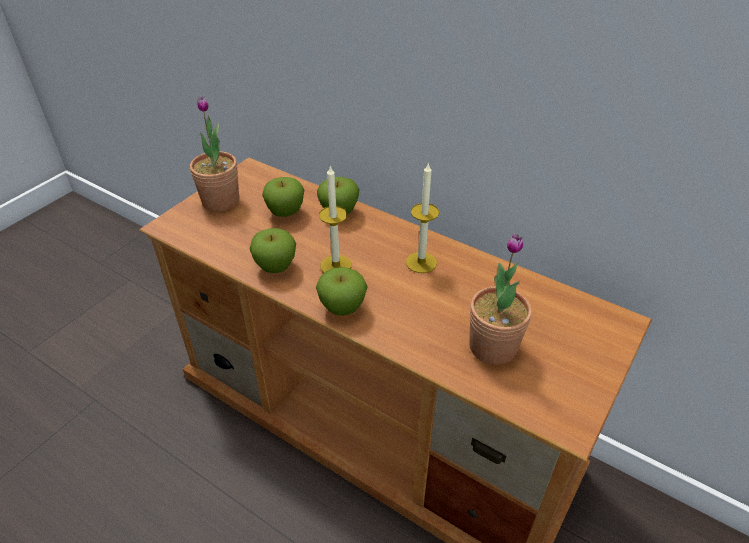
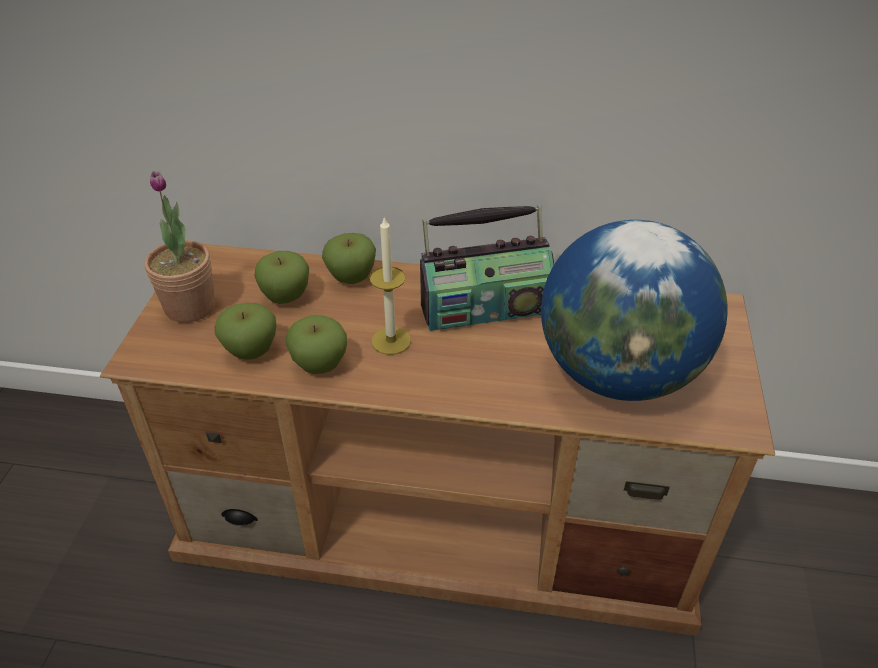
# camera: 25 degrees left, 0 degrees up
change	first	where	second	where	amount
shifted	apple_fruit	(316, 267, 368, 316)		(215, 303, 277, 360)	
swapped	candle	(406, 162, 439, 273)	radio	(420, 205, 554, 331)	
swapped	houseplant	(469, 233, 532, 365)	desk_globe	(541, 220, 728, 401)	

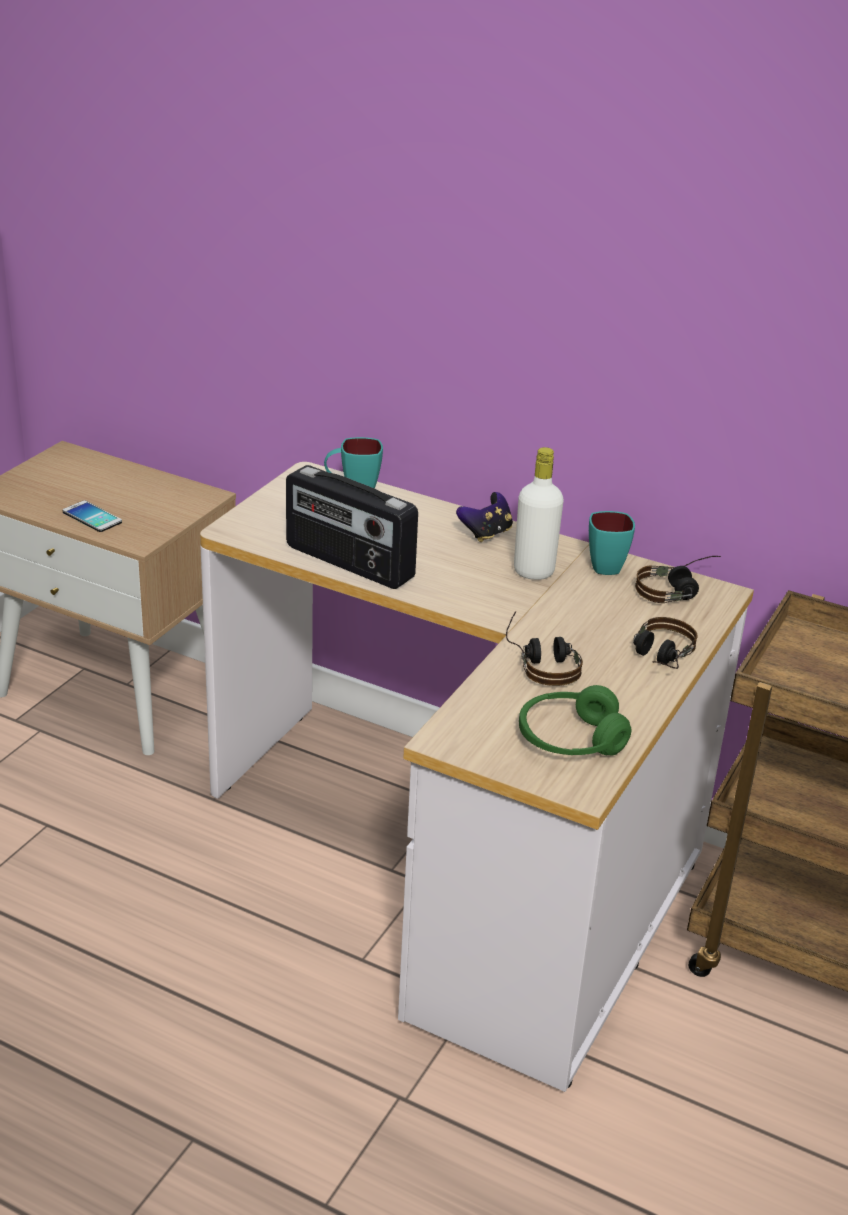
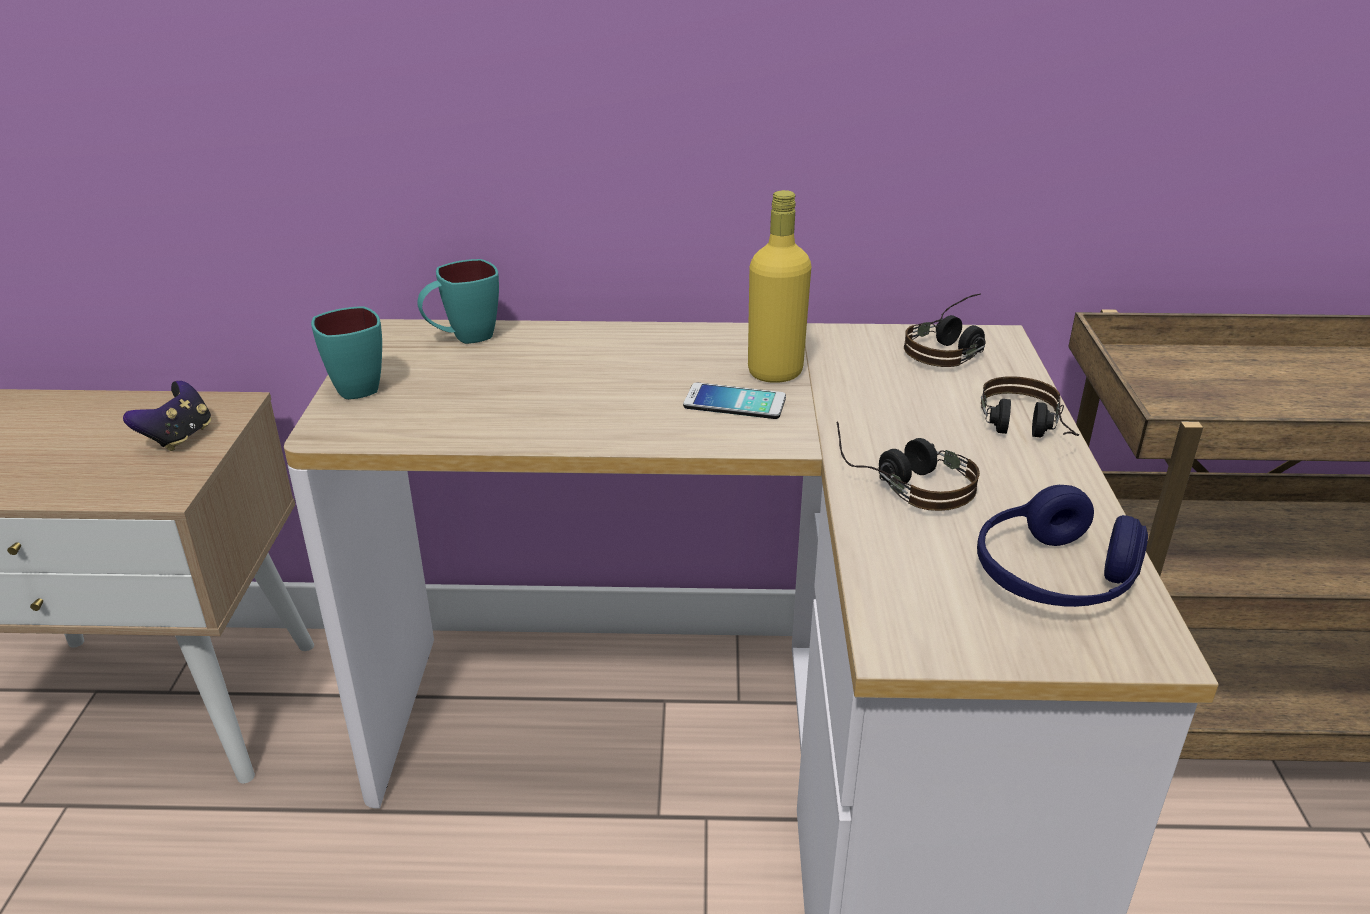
# camera: 25 degrees left, 0 degrees up
change	first	where	second	where	amount
shifted	phone	(63, 501, 122, 532)		(683, 383, 786, 419)	
gone	radio	(286, 465, 418, 589)			
shifted	joypad	(456, 492, 513, 542)		(123, 381, 211, 451)	
repainted	white_drink_bottle	(514, 447, 564, 580)	yellow_drink_bottle	(748, 190, 812, 383)	
repainted	greenish_pair_of_headphones	(519, 685, 631, 756)	blue-coloured_pair_of_headphones	(977, 485, 1148, 607)	
shifted	turquoise_coffee_mug	(589, 511, 635, 575)		(311, 306, 382, 400)	

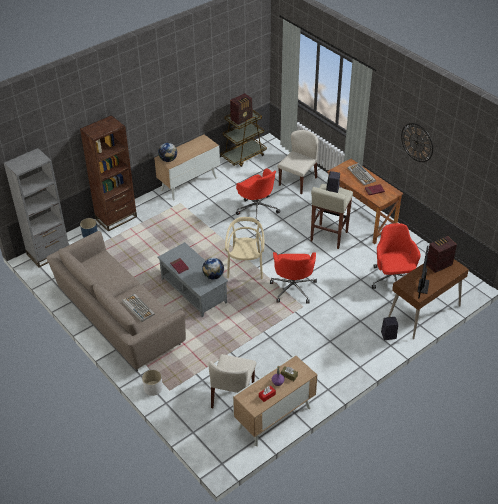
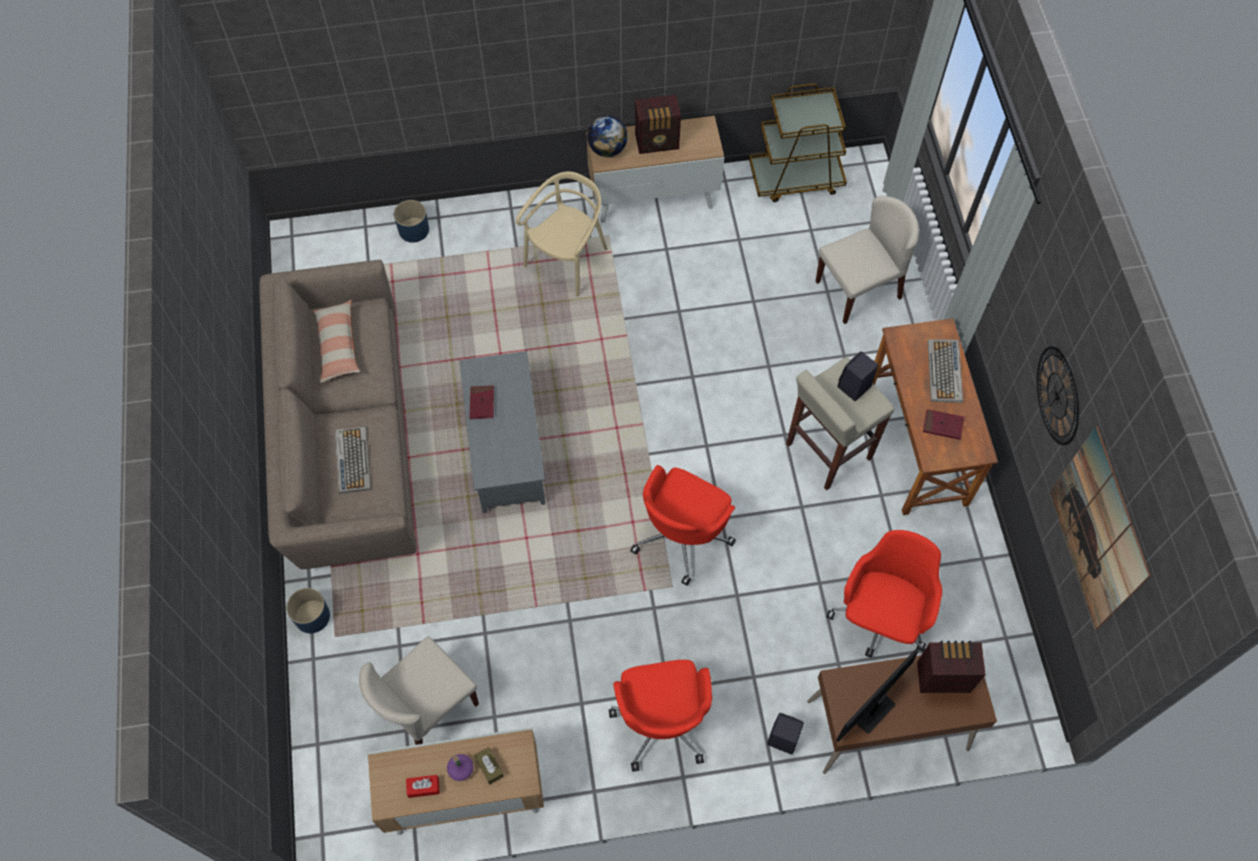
# camera: 30 degrees right, 20 degrees up
change	first	where	second	where	amount
gone	grey_shelving_unit	(4, 148, 69, 268)			
gone	brown_shelving_unit	(80, 115, 137, 232)			
repainted	white_flower_pot	(142, 370, 163, 396)	blue-coloured_flower_pot	(286, 588, 330, 633)	
gone	desk_globe	(202, 258, 224, 279)			
shifted	beige-coloured_plain_chair	(225, 217, 264, 279)		(516, 171, 608, 297)	
shifted	radio	(230, 93, 252, 125)		(635, 95, 681, 154)	
shifted	red_computer_chair	(236, 168, 280, 221)		(609, 660, 712, 772)	
new			throw_pillow	(313, 300, 360, 383)	
new			picture	(1050, 426, 1151, 630)	

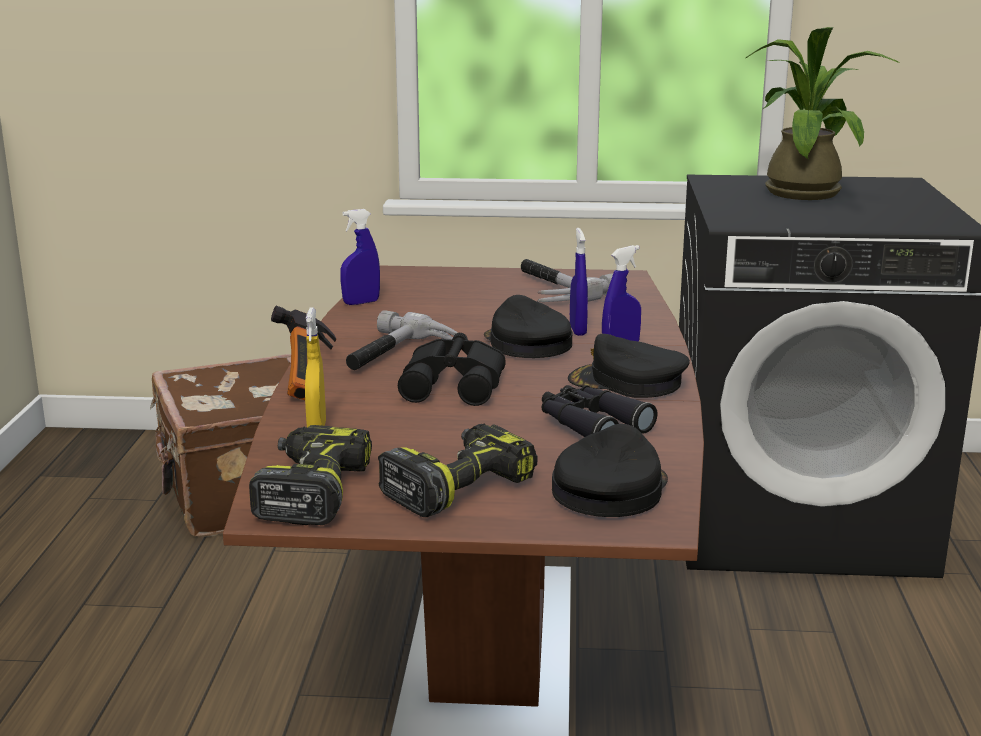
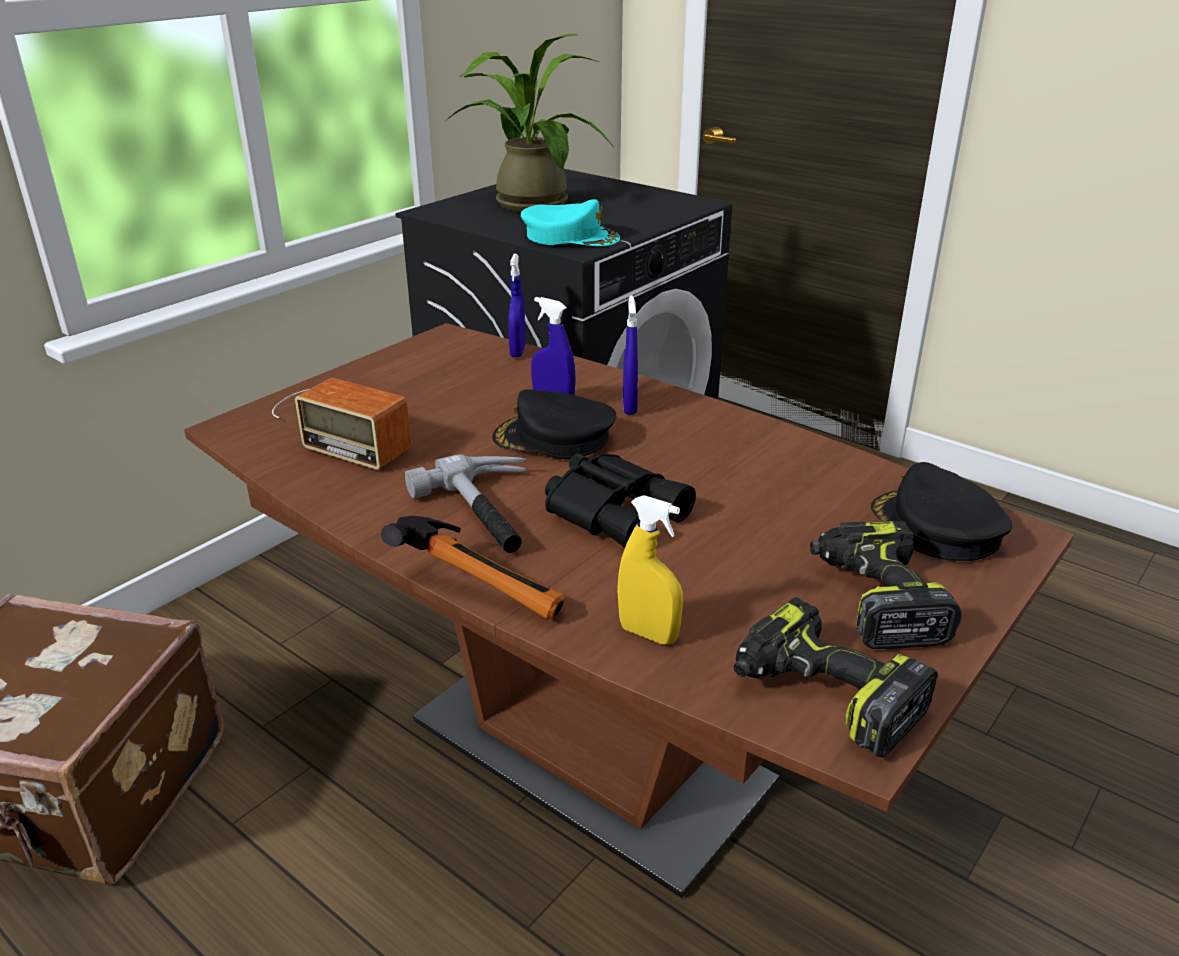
# camera: 55 degrees left, 10 degrees up
change	first	where	second	where	amount
shifted	blue-coloured_spray_bottle	(340, 209, 380, 305)		(508, 254, 526, 357)	
gone	hammer	(521, 259, 613, 302)			
gone	blackish_field_glasses	(542, 385, 657, 437)			
gone	blackish_baseball_cap	(568, 334, 690, 398)			
new			radio	(272, 378, 411, 470)	
new			turquoise_baseball_cap	(521, 199, 620, 246)	

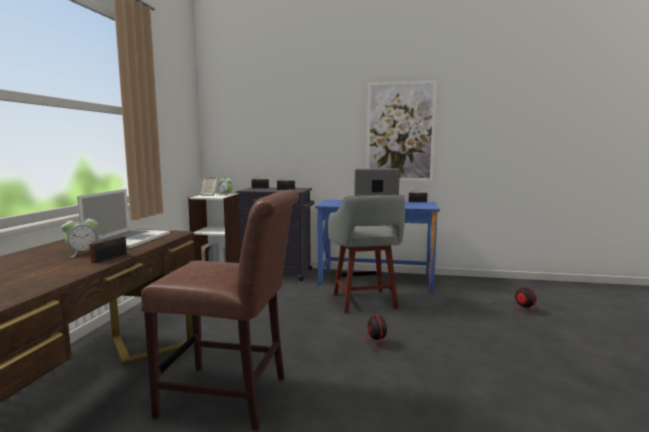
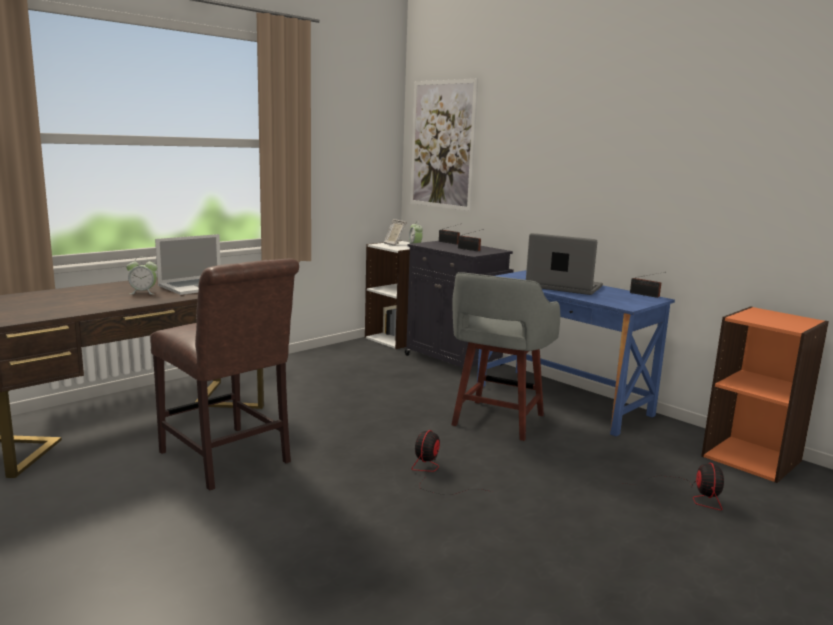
# camera: 35 degrees right, 5 degrees up
change	first	where	second	where	amount
gone	radio	(90, 222, 127, 263)			
shifted	picture	(366, 80, 437, 181)		(410, 79, 478, 211)	
new			orange-coloured_shelving_unit	(701, 306, 829, 483)	

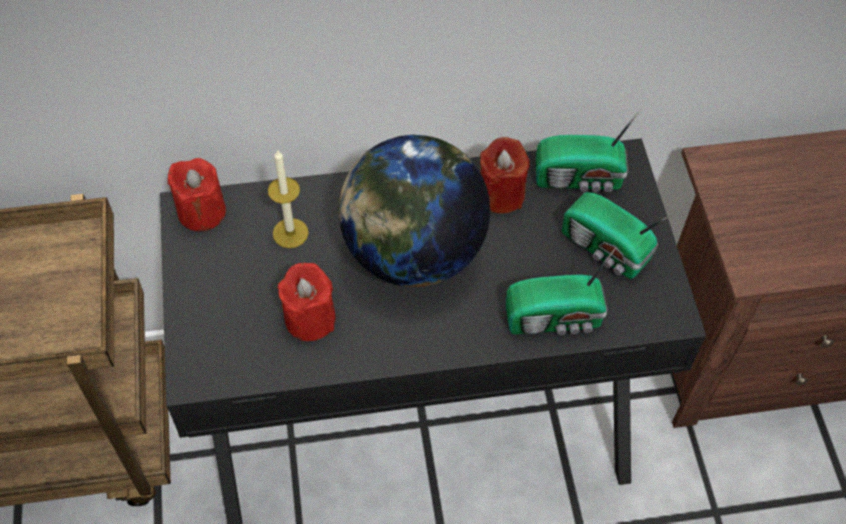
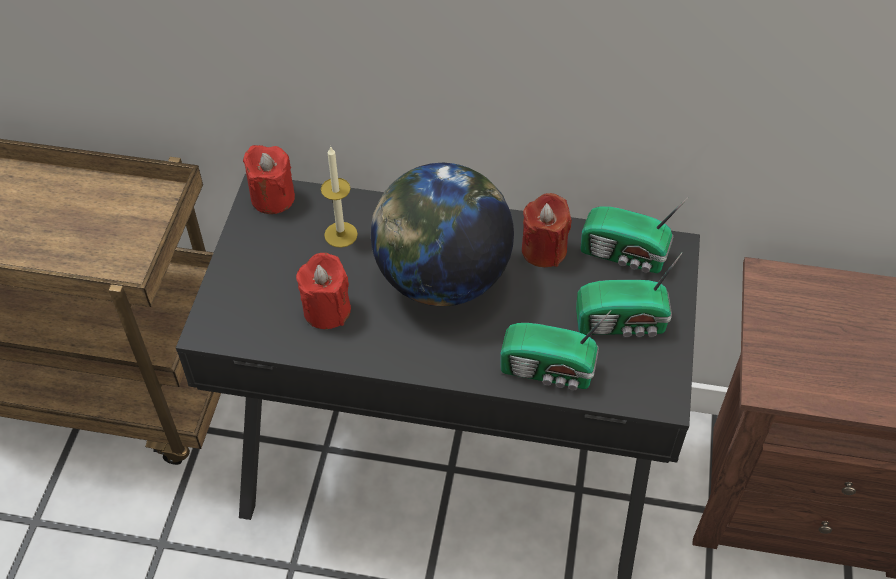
# camera: 20 degrees right, 5 degrees down
change	first	where	second	where	amount
rotated	radio	(562, 192, 676, 279)		(576, 252, 683, 337)	60 degrees counterclockwise

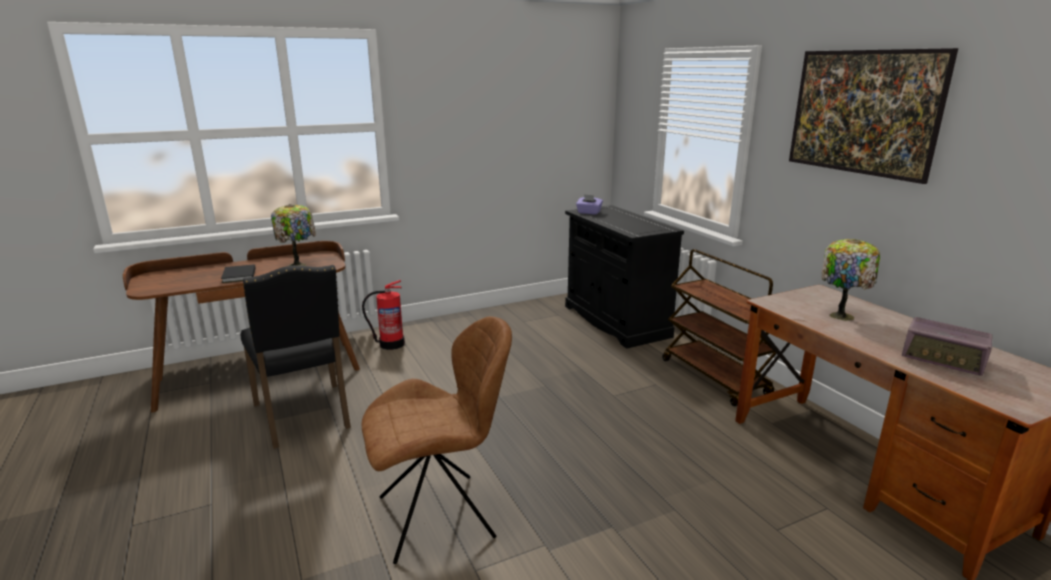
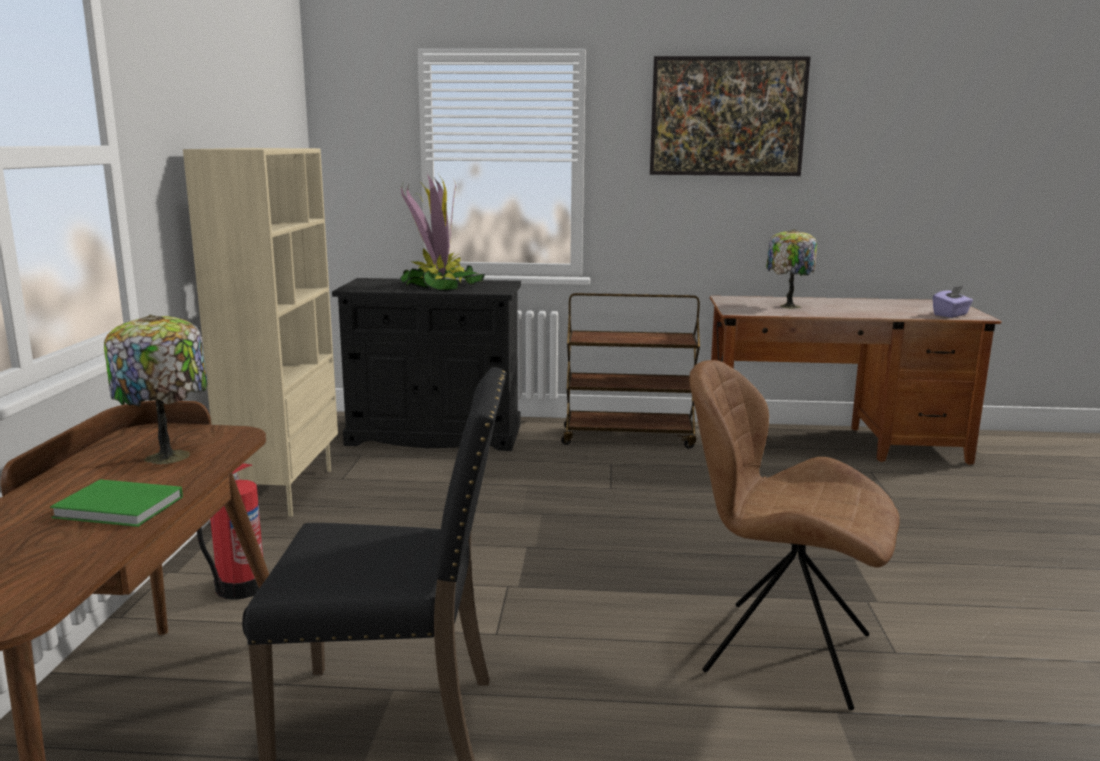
# camera: 60 degrees left, 5 degrees down
change	first	where	second	where	amount
repainted	blackish_volume	(221, 264, 256, 283)	greenish_volume	(50, 479, 183, 527)	
rotated	brown_plain_chair	(362, 316, 512, 564)		(689, 360, 900, 710)	75 degrees counterclockwise
shifted	purple_box_of_tissues	(576, 194, 603, 214)		(933, 285, 973, 318)	
gone	radio	(902, 317, 992, 376)			
new			beige-coloured_shelving_unit	(183, 148, 338, 517)	
new			houseplant	(400, 174, 485, 291)	

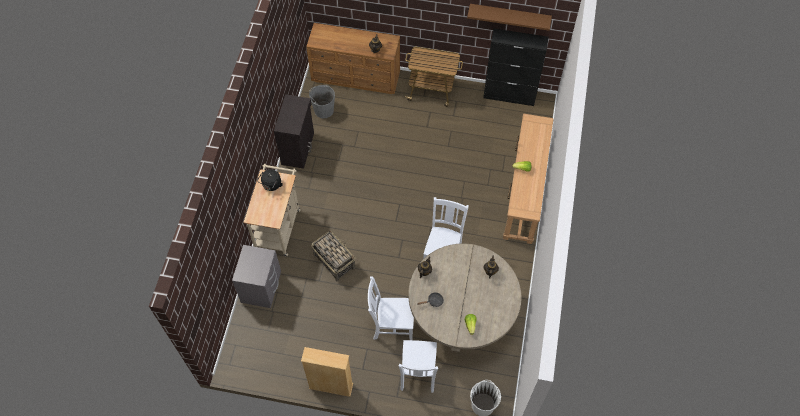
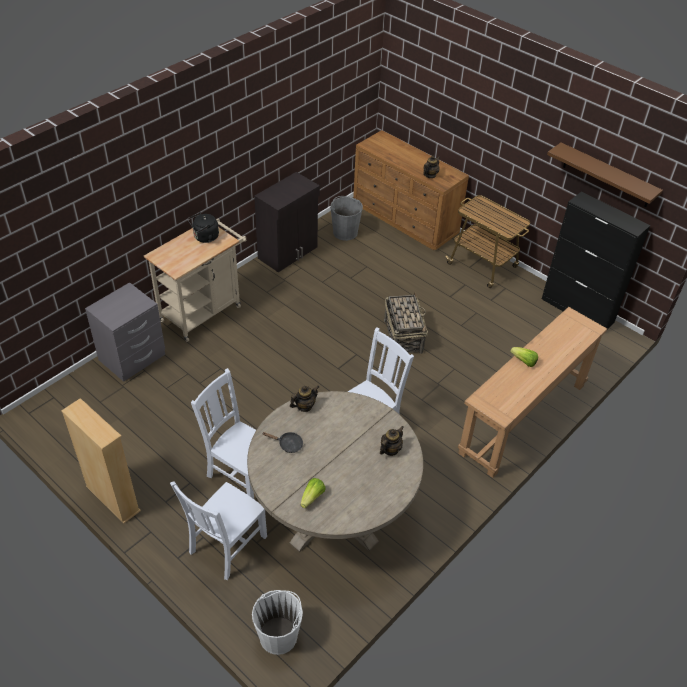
# camera: 30 degrees right, 15 degrees down
change	first	where	second	where	amount
shifted	storage_basket	(311, 230, 355, 282)		(384, 292, 428, 354)	

